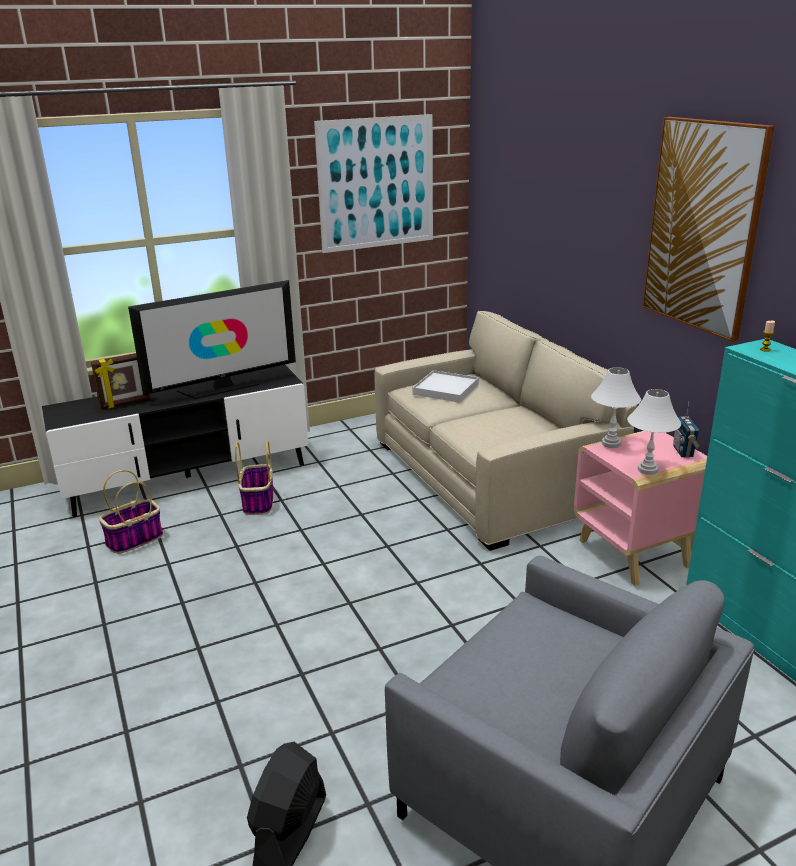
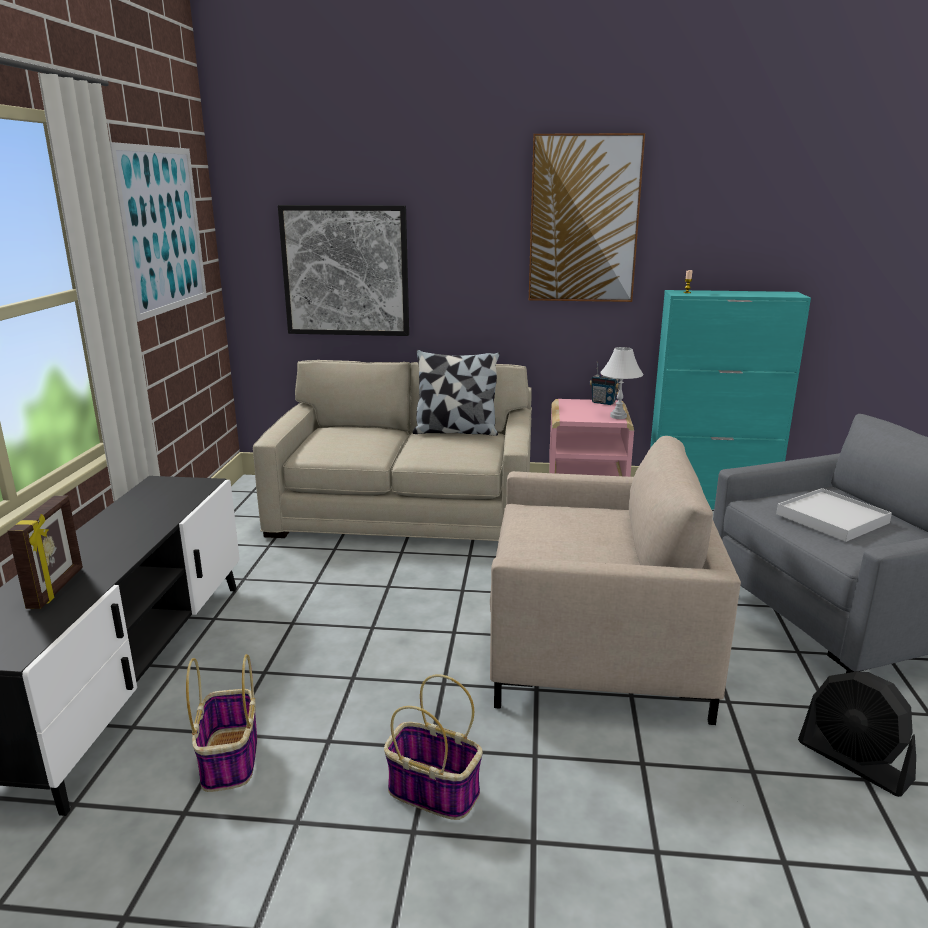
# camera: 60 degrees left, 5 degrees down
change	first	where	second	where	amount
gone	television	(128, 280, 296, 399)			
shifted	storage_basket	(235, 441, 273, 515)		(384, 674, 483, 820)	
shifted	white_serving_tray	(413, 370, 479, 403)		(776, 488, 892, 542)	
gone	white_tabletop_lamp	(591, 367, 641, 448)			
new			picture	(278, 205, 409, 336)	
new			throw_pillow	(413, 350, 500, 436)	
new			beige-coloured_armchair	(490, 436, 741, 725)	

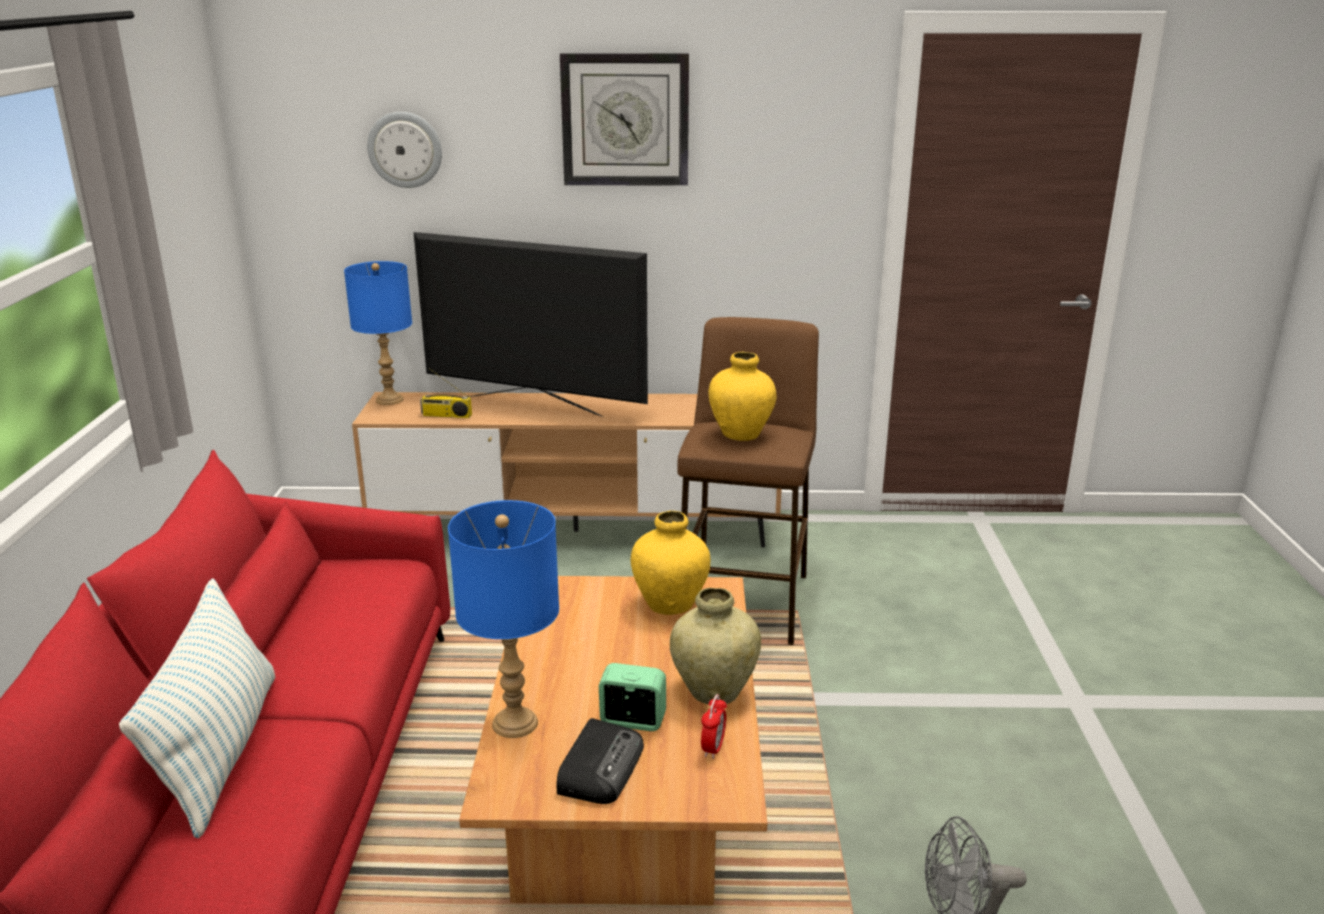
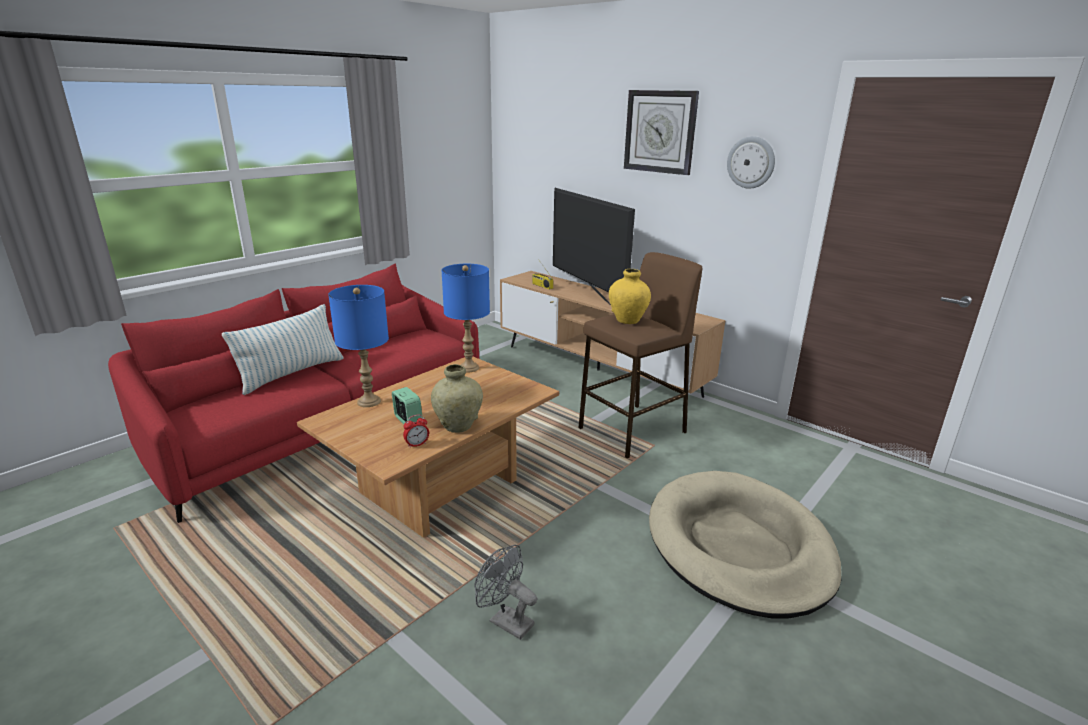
# camera: 40 degrees right, 0 degrees up
change	first	where	second	where	amount
shifted	blue-coloured_tabletop_lamp	(344, 261, 412, 405)		(441, 264, 490, 372)	
shifted	clock_on_the_wall	(367, 112, 442, 188)		(727, 136, 775, 189)	
gone	radio	(557, 718, 644, 804)			
gone	yellow_flower_vase	(631, 511, 710, 615)			
new			beige-coloured_pet_bed	(649, 471, 842, 619)	

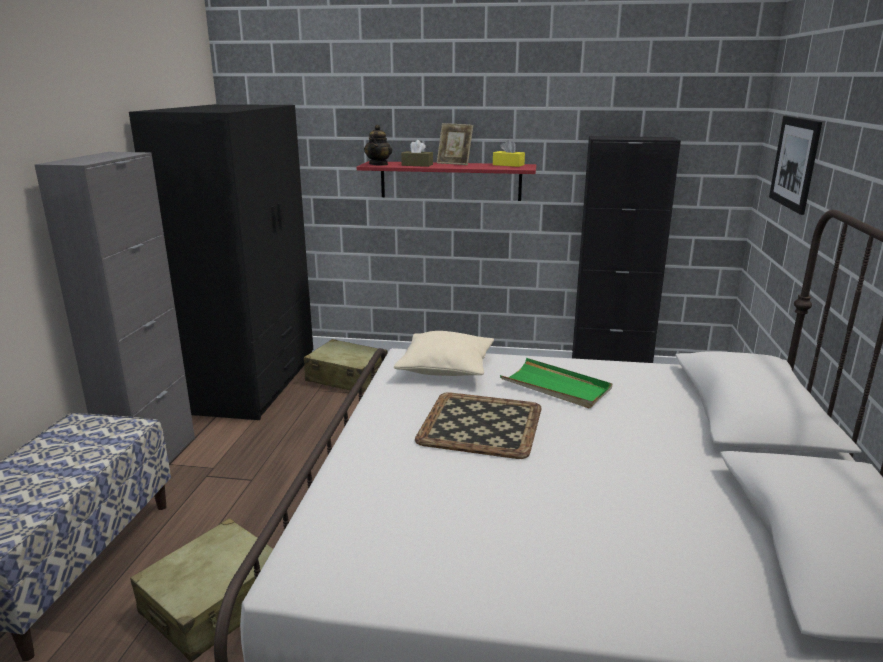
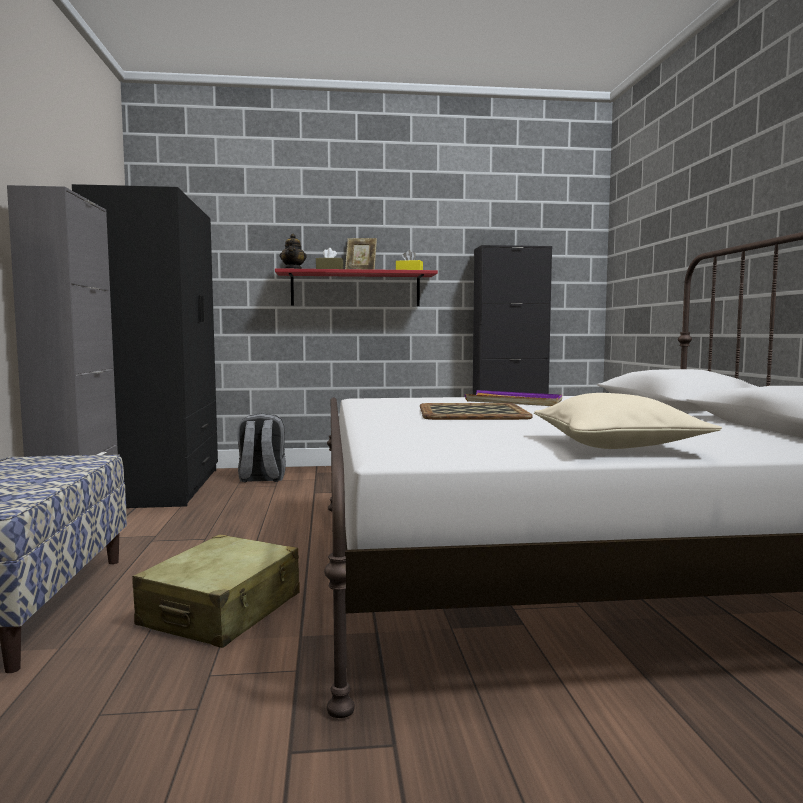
# camera: 15 degrees left, 15 degrees down
change	first	where	second	where	amount
swapped	beige-coloured_travel_case	(304, 339, 388, 393)	grey_rucksack	(237, 413, 286, 482)	
shifted	beige-coloured_throw_pillow	(394, 331, 494, 376)		(534, 393, 722, 449)	
repainted	greenish_serving_tray	(500, 358, 612, 408)	purple_serving_tray	(465, 390, 562, 406)	
gone	picture	(769, 116, 822, 215)			

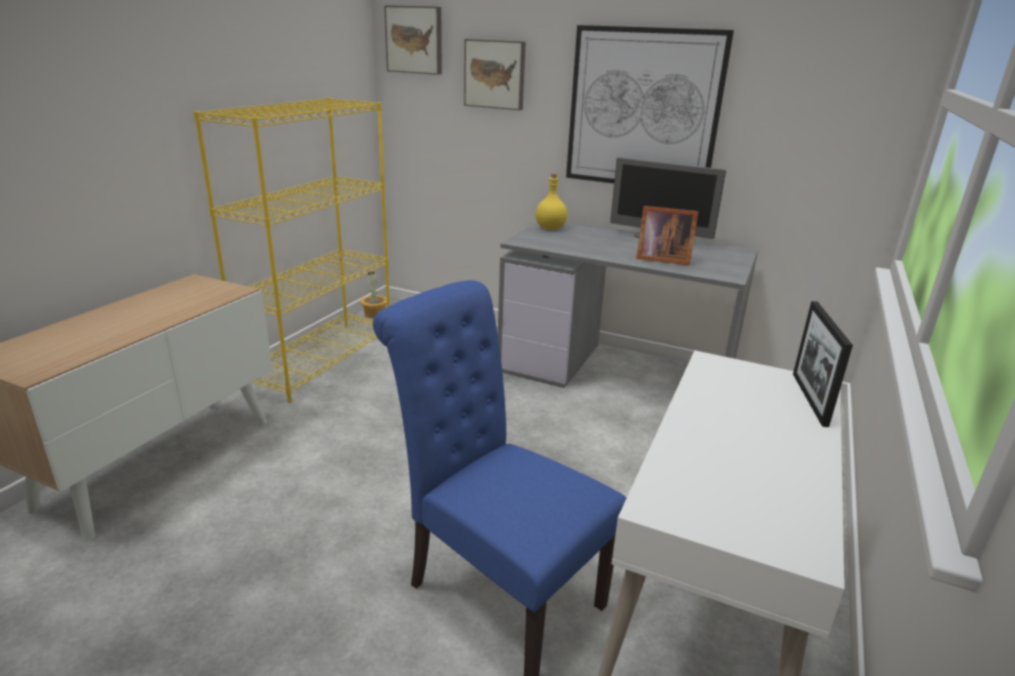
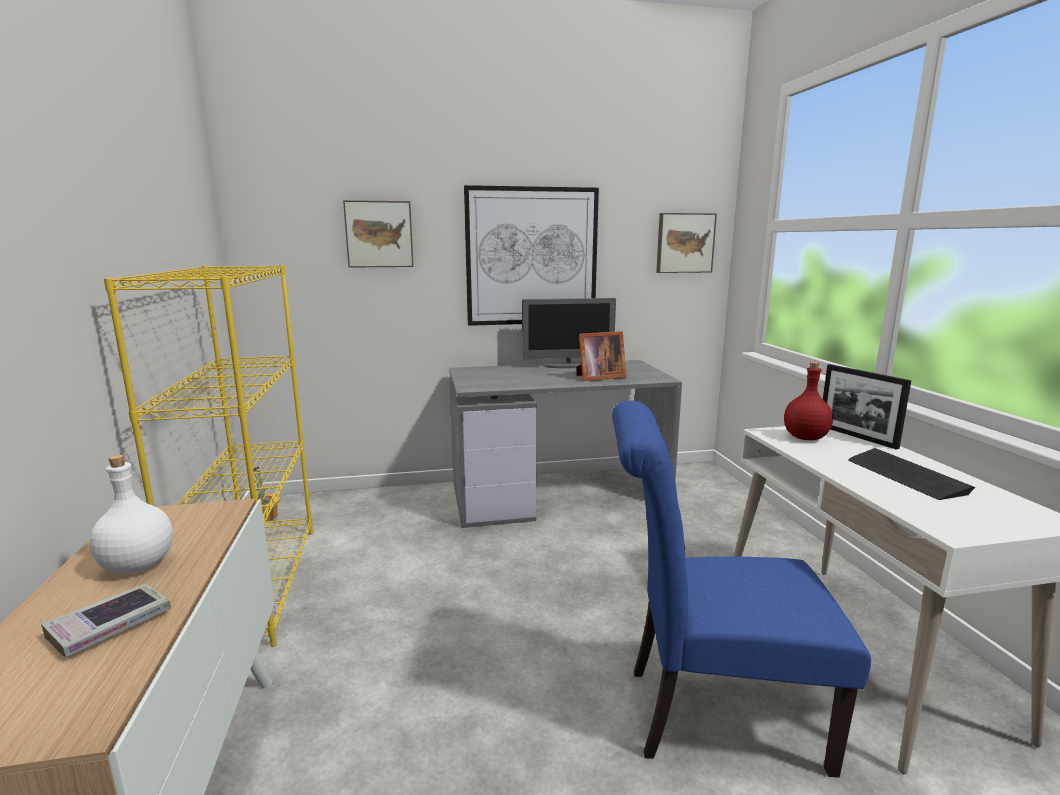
# camera: 35 degrees left, 10 degrees down
change	first	where	second	where	amount
shifted	picture	(384, 5, 442, 75)		(656, 213, 717, 273)	
gone	yellow_drink_bottle	(536, 173, 567, 230)			
new			volume	(41, 584, 171, 657)	
new			white_drink_bottle	(90, 455, 173, 574)	
new			red_drink_bottle	(784, 362, 833, 440)	
new			PC_keyboard	(848, 448, 975, 500)	

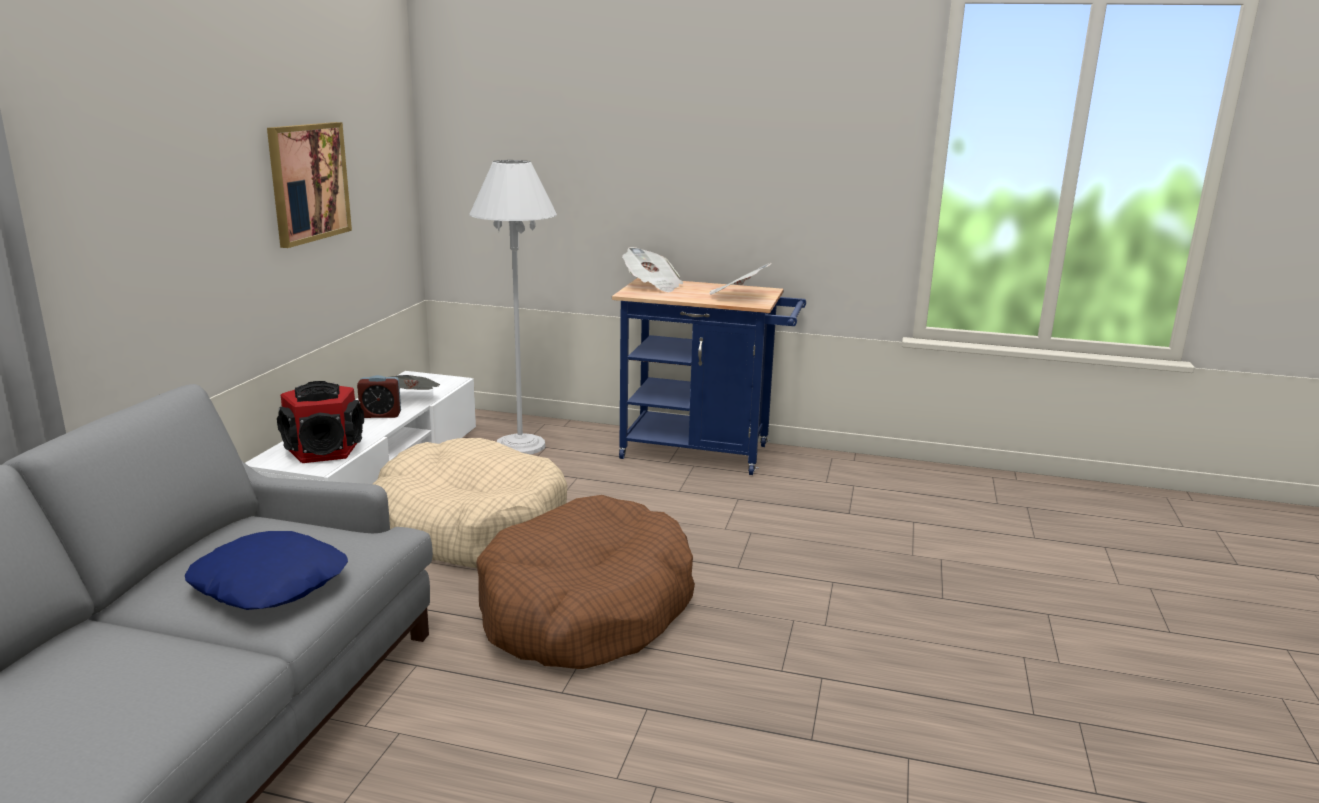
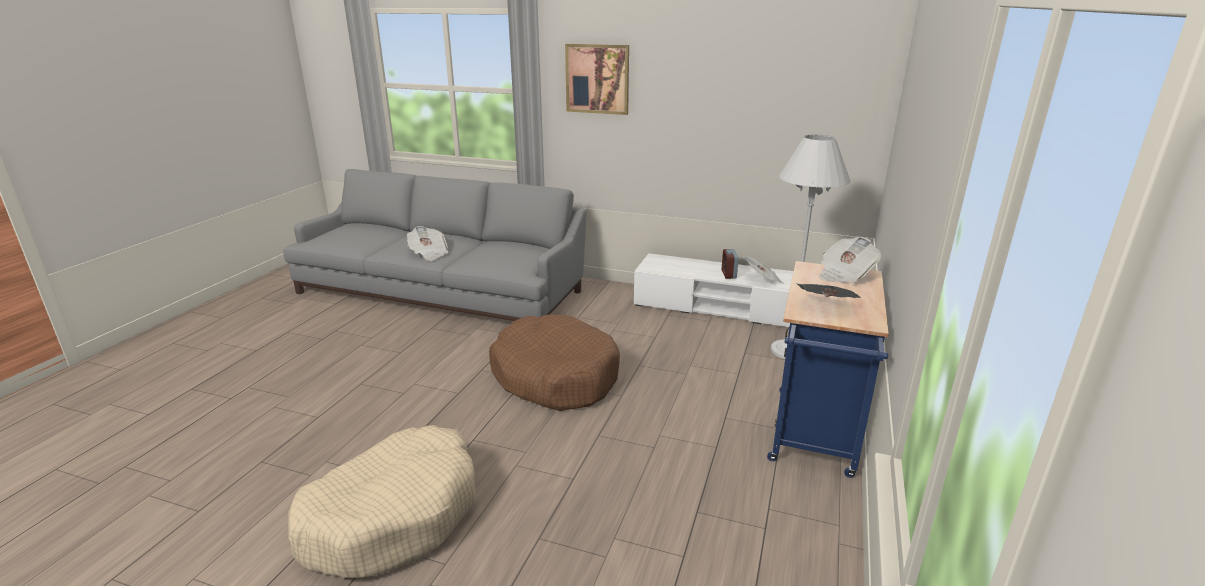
# camera: 95 degrees right, 5 degrees up
change	first	where	second	where	amount
gone	blue-coloured_throw_pillow	(185, 531, 348, 610)			
shifted	picture	(267, 122, 352, 248)		(565, 44, 629, 115)	
gone	speaker	(277, 381, 364, 463)			
shifted	beige-coloured_pet_bed	(373, 438, 567, 568)		(288, 425, 476, 578)	
new			printed_paper	(407, 226, 449, 261)	

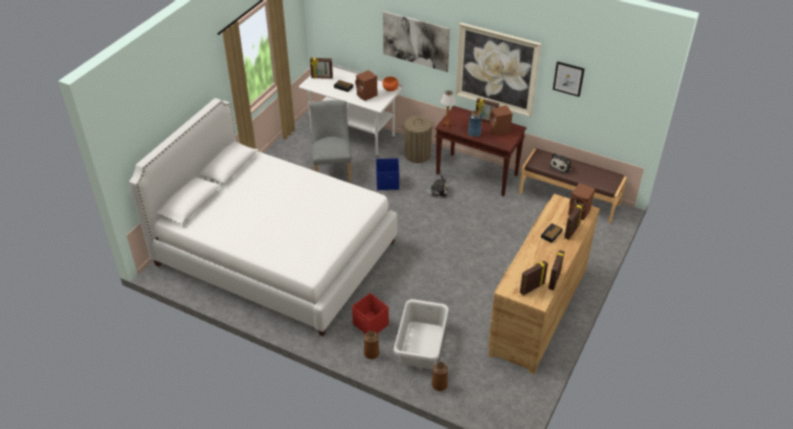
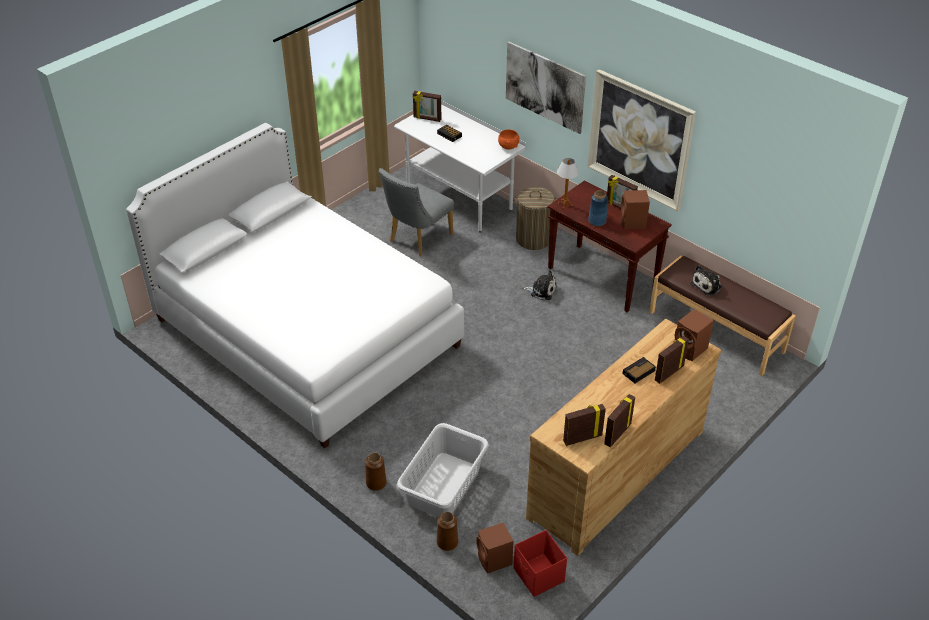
# camera: 15 degrees right, 0 degrees up
change	first	where	second	where	amount
rotated	grey_plain_chair	(309, 100, 352, 182)		(378, 168, 454, 257)	150 degrees counterclockwise
shifted	red_storage_box	(352, 293, 389, 334)		(514, 530, 567, 597)	
shifted	brown_speaker	(355, 70, 378, 101)		(476, 522, 513, 573)	
gone	blue-coloured_storage_box	(376, 158, 399, 190)			
gone	picture	(553, 61, 585, 97)			

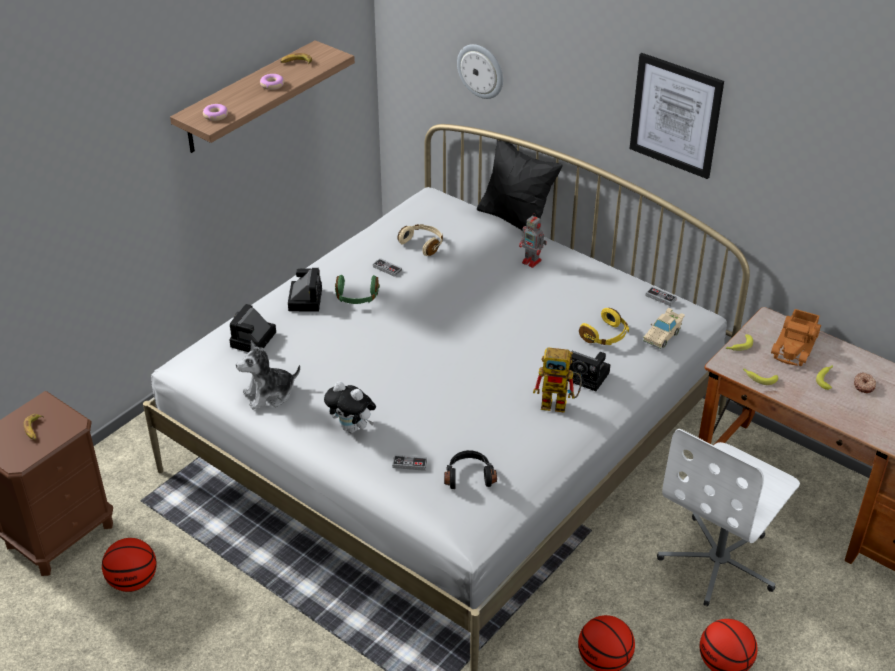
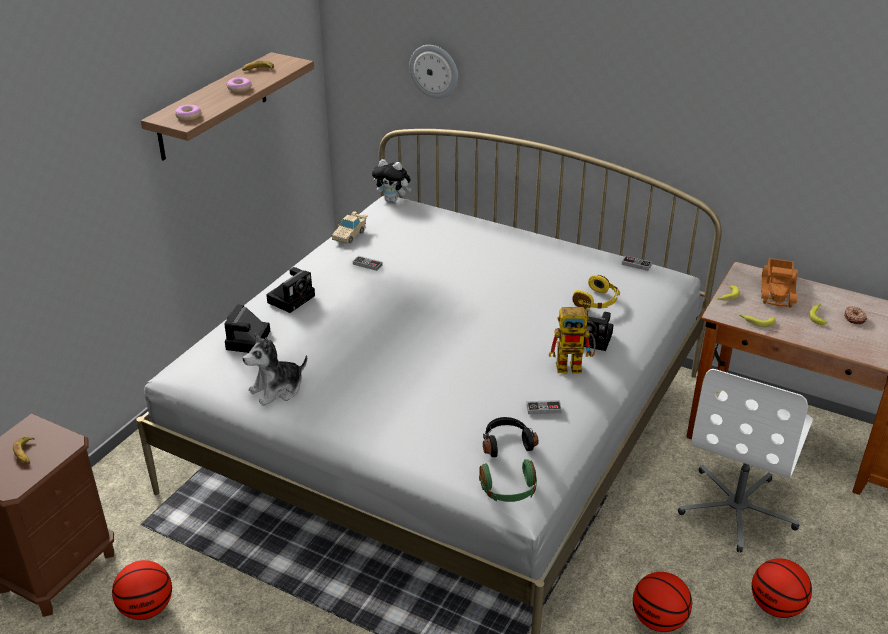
# camera: 10 degrees left, 5 degrees down
change	first	where	second	where	amount
rotated	photo_camera	(288, 268, 322, 312)		(266, 267, 315, 313)	45 degrees clockwise
shifted	soft_toy	(324, 381, 376, 433)		(372, 159, 412, 202)	
shifted	greenish_pair_of_headphones	(335, 275, 380, 304)		(479, 459, 537, 502)	
shifted	joypad	(392, 454, 427, 471)		(526, 400, 562, 414)	
gone	beige-coloured_pair_of_headphones	(398, 224, 443, 256)			
gone	blackish_throw_pillow	(477, 140, 563, 230)			
gone	robot_figure	(519, 213, 547, 268)			
gone	picture	(630, 53, 724, 179)			
shifted	beige-coloured_miniature_car	(643, 308, 685, 349)		(331, 211, 368, 244)	

